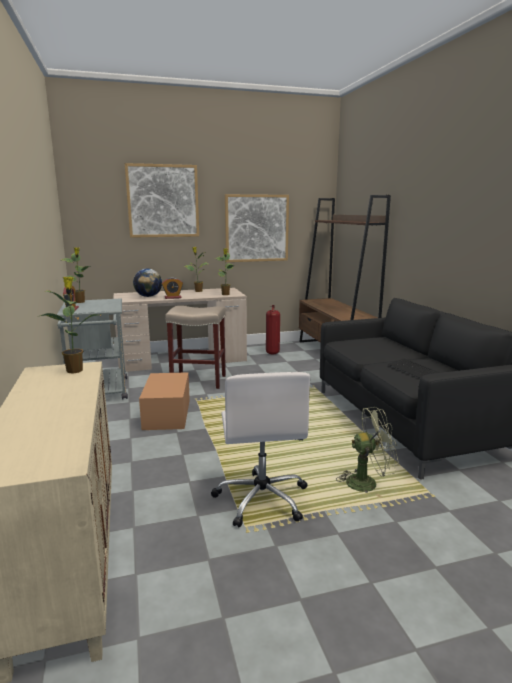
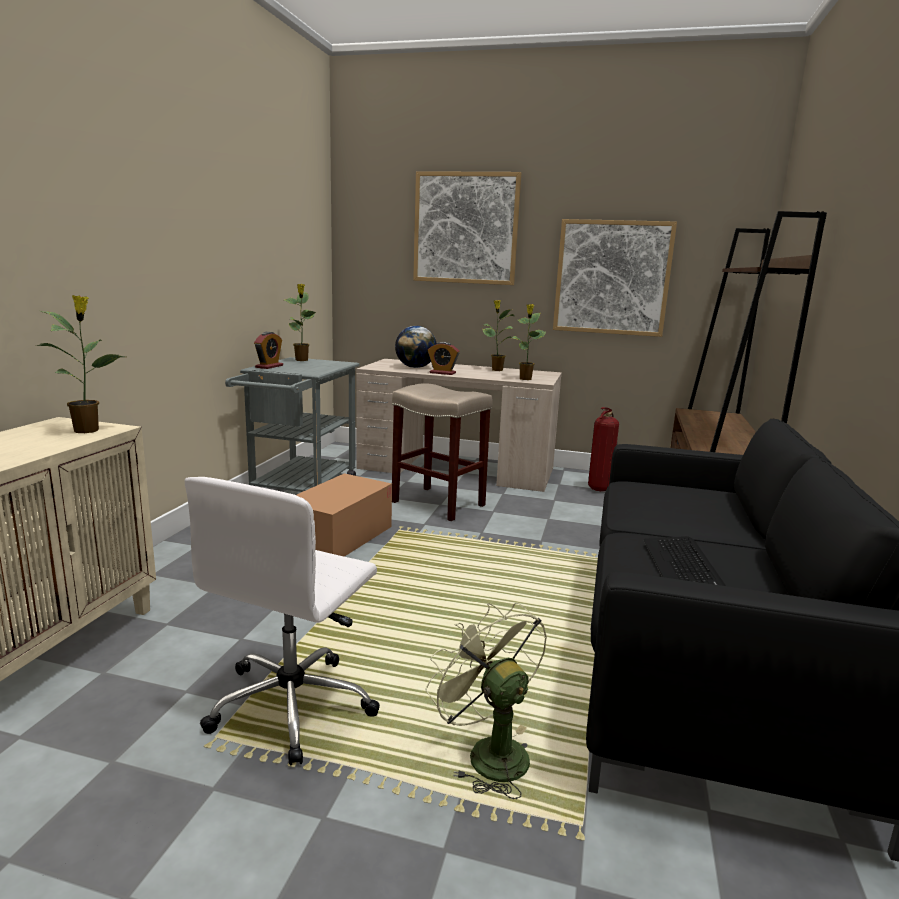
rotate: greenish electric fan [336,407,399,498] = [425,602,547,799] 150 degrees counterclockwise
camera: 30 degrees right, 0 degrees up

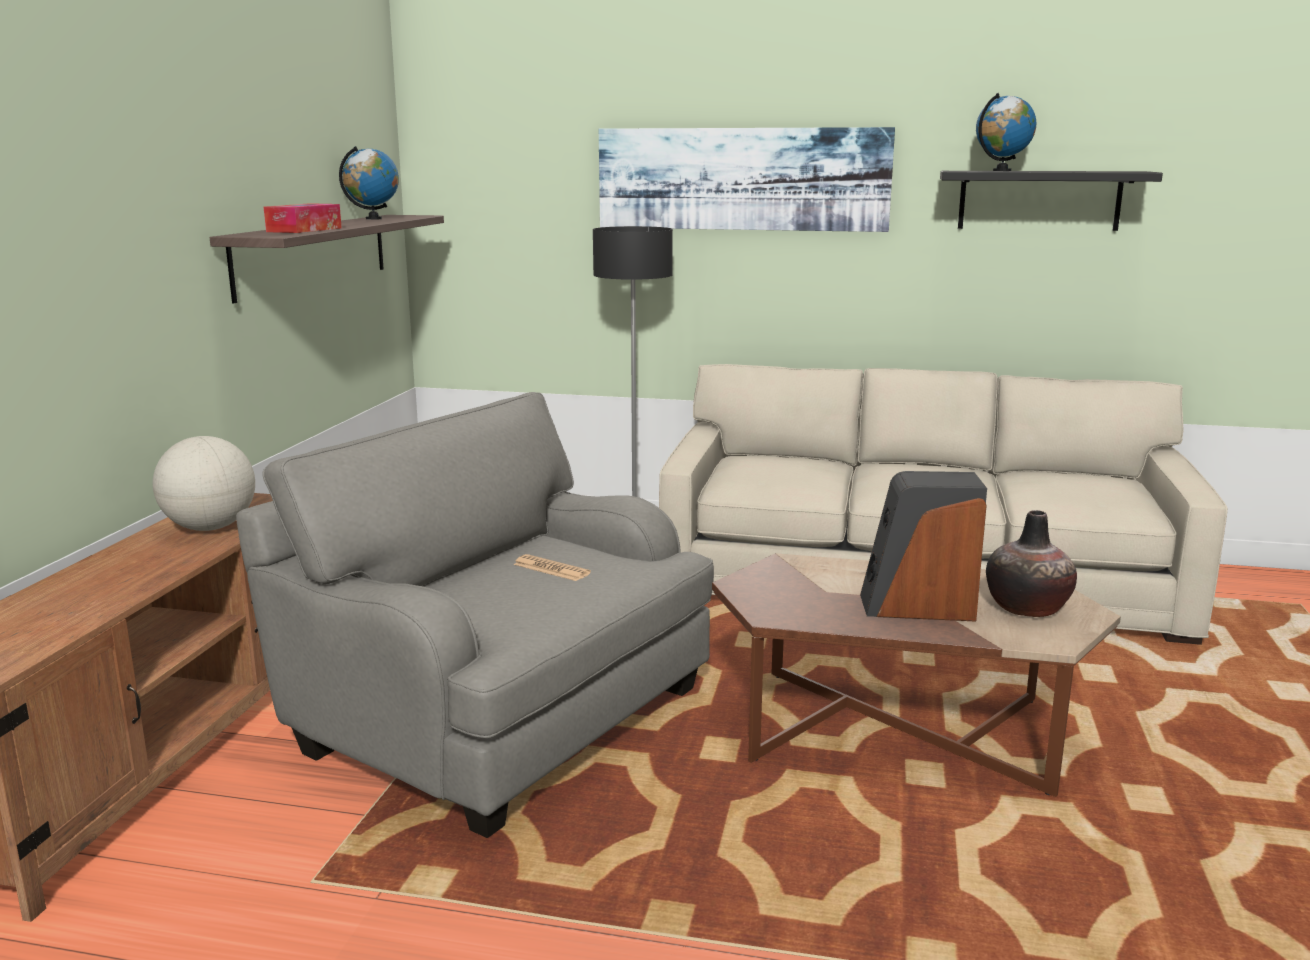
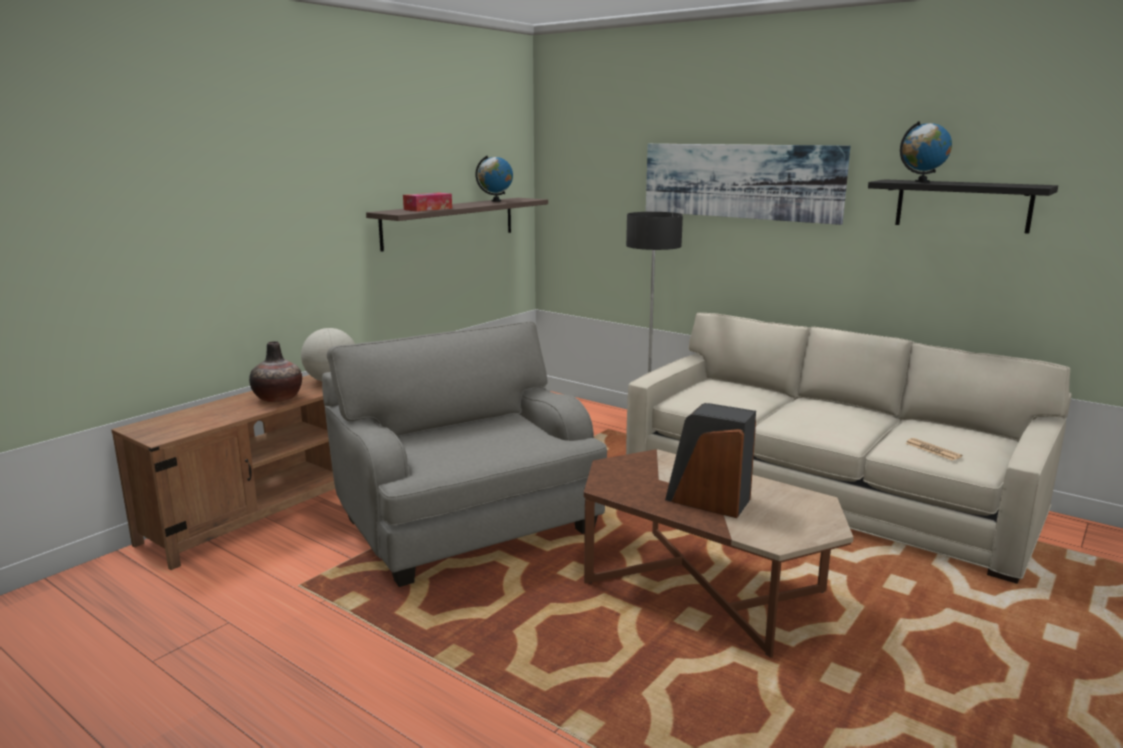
move: vase [986,510,1077,617] to [249,341,302,402]; newspaper [513,554,591,581] to [905,438,962,461]
camera: 25 degrees right, 0 degrees up

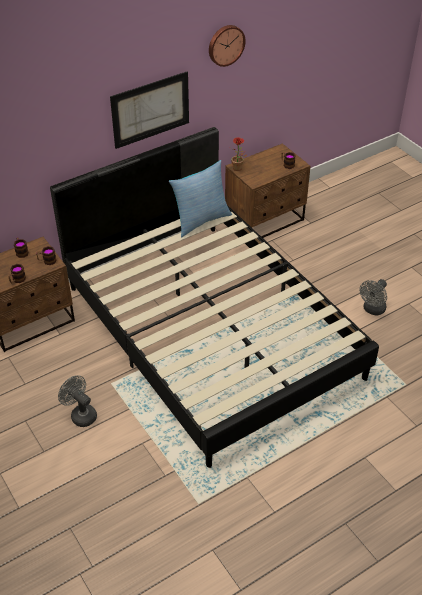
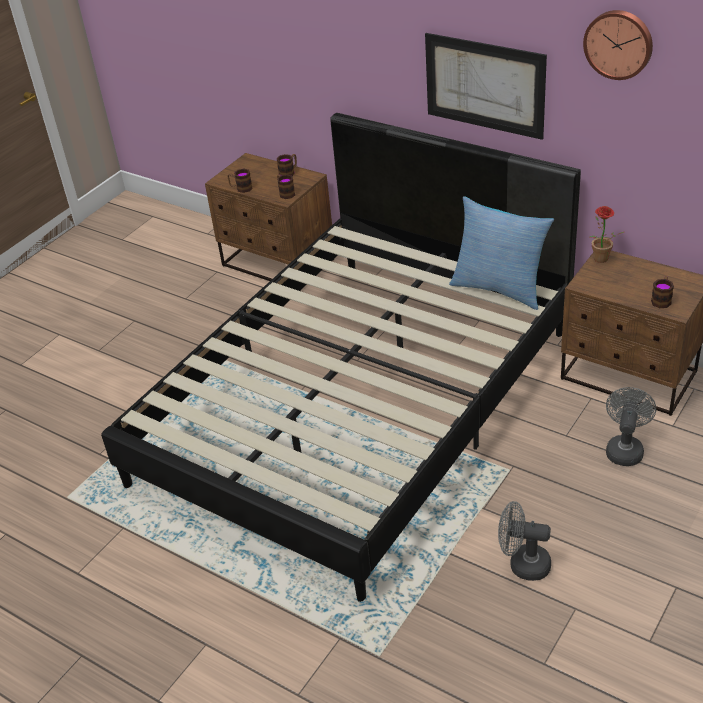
move: gray electric fan [58,375,97,427] to [606,387,656,466]
camera: 70 degrees right, 5 degrees down

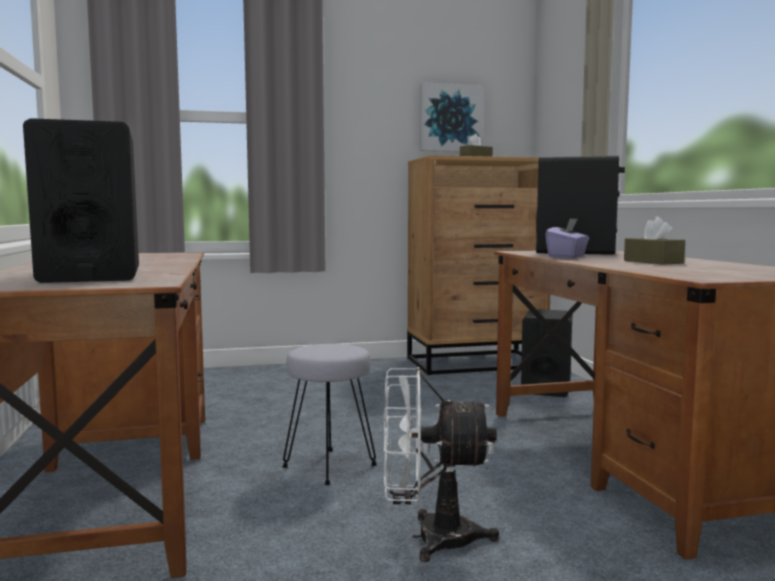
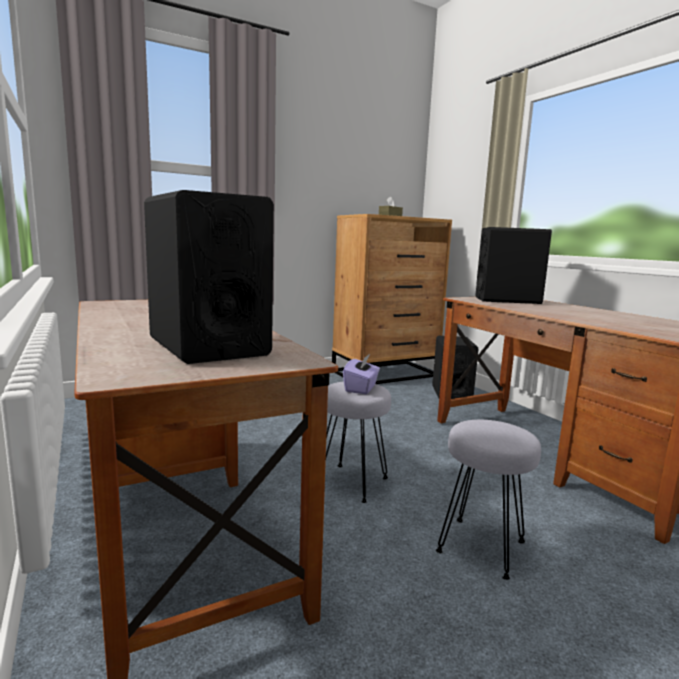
delete: wall art [419,82,484,152]; brown box of tissues [624,217,685,265]
move: purplish box of tissues [546,218,589,258] to [343,353,380,394]
replace: white electric fan [384,367,499,562] to gray stool seat [436,420,541,580]
camera: 15 degrees left, 5 degrees up

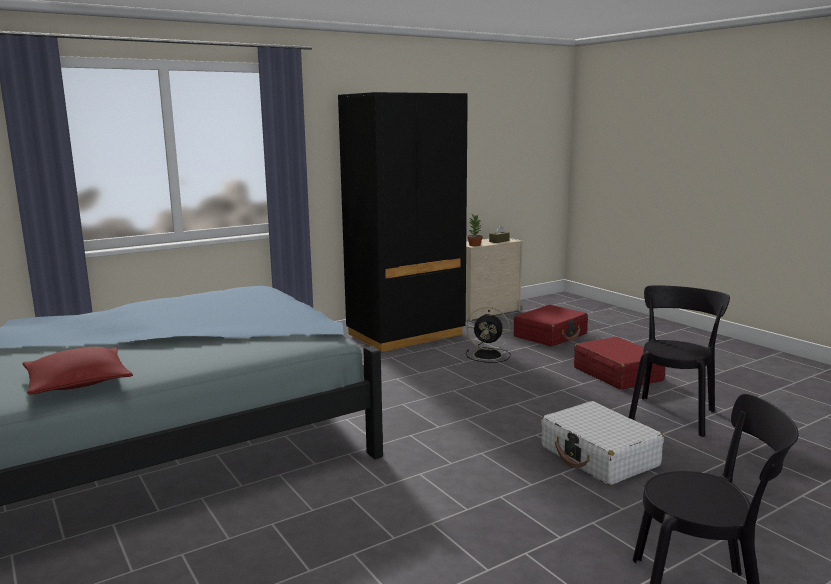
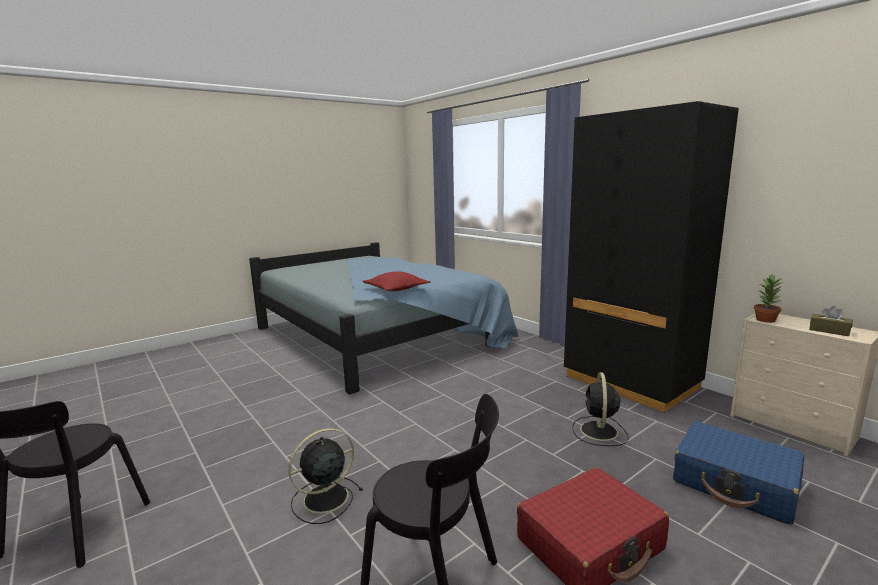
move: red pillow [22,347,133,394] to [363,271,430,291]
replace: white suitcase [541,401,664,485] to blackish electric fan [288,428,363,524]
recolor: red suitcase [514,305,588,347] to blue-coloured suitcase [673,421,805,525]
camera: 85 degrees right, 0 degrees up

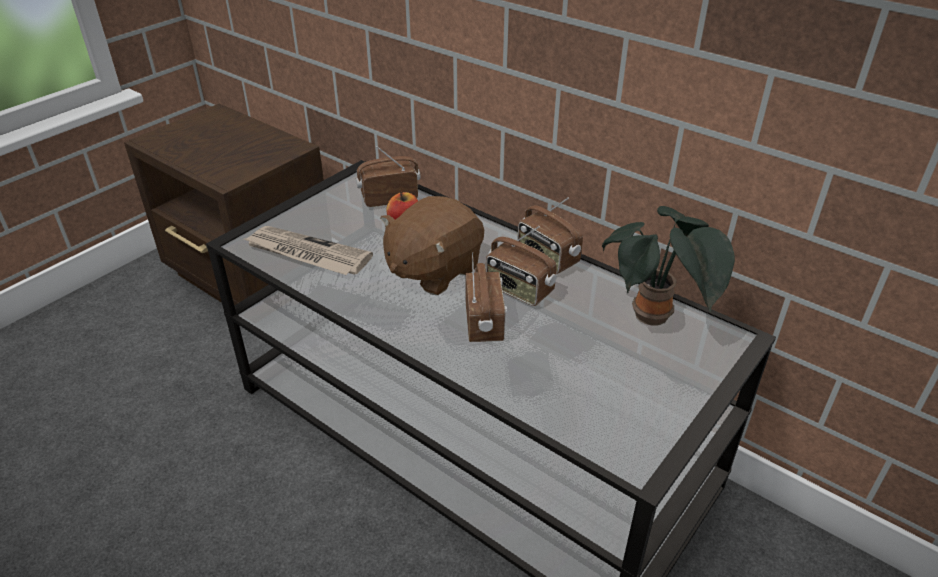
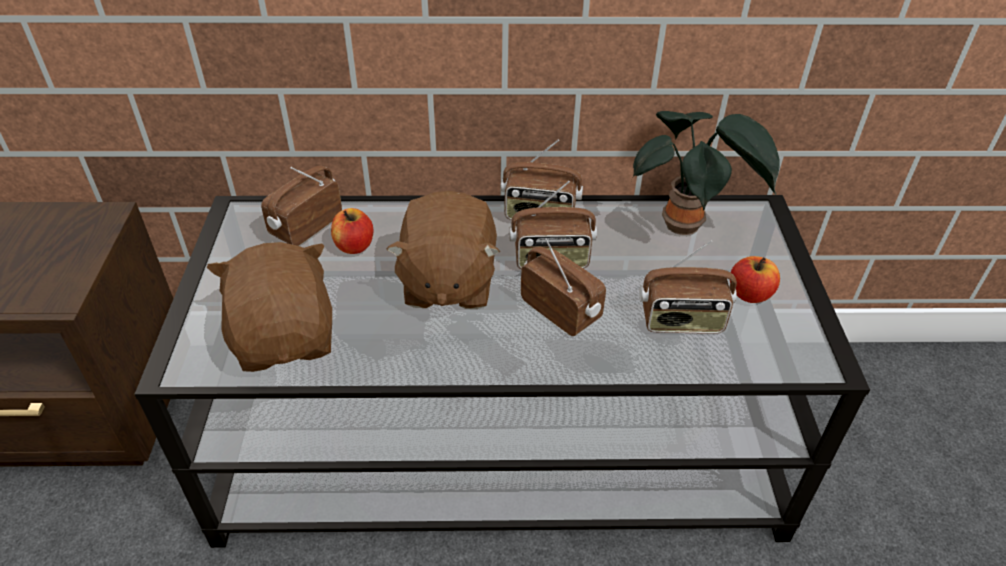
insert: radio [639,240,737,334]; apple [730,256,780,303]
replace: newspaper [244,226,373,275] to brown soft toy [207,242,332,372]
camera: 40 degrees left, 5 degrees up

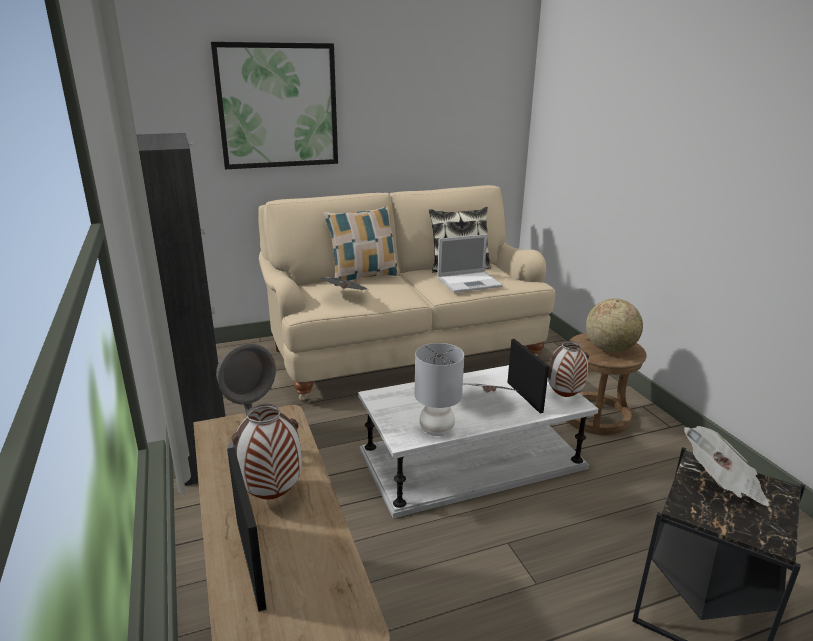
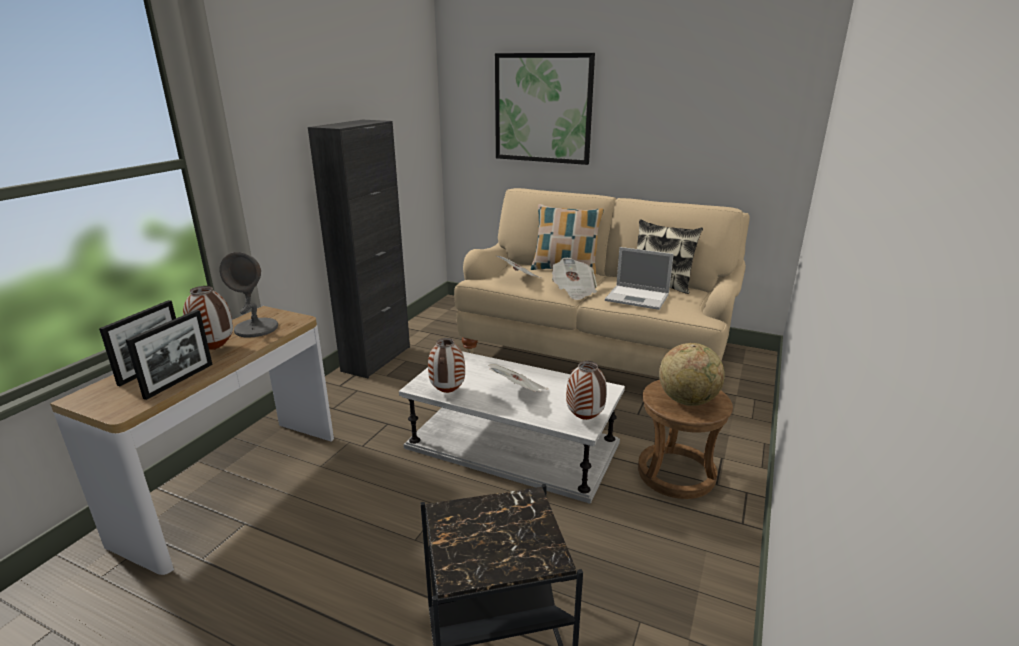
move: standing frame [507,339,549,413] to [126,310,213,400]; newspaper [684,426,770,506] to [552,258,597,300]
replace: gray lamp for a table [414,343,464,436] to vase [428,338,465,393]
camera: 45 degrees right, 0 degrees up

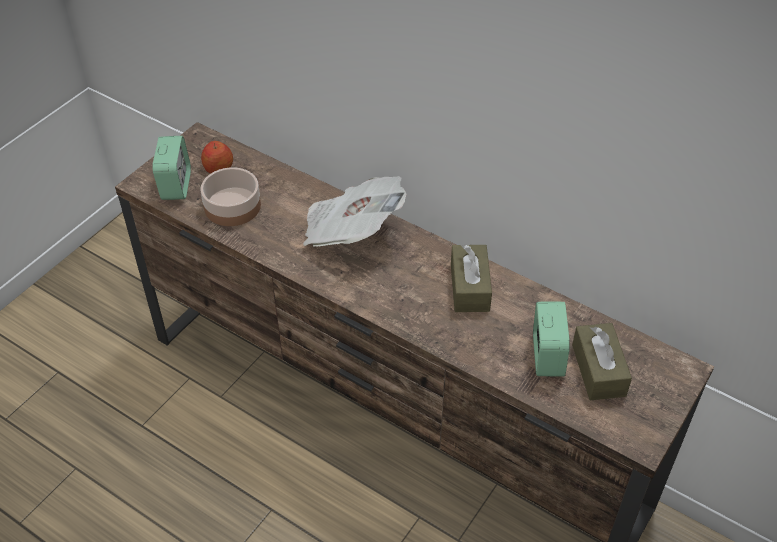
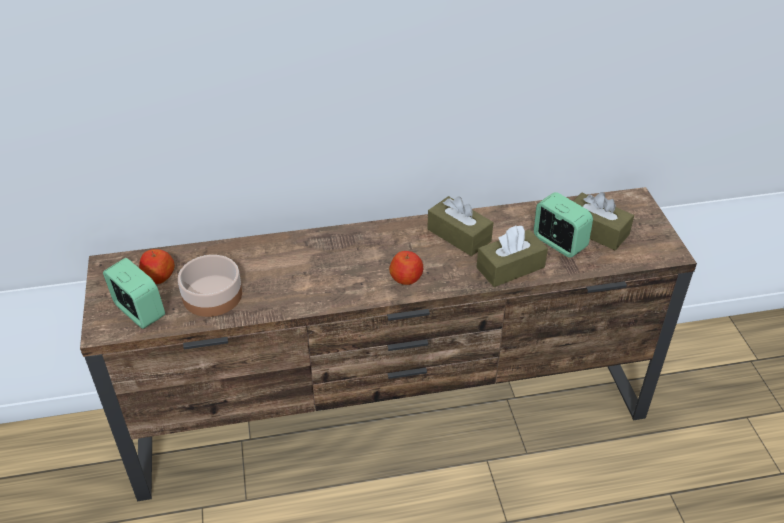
delete: newspaper [303,176,406,247]
insert: brown box of tissues [476,226,548,287]; apple [389,251,423,285]
camera: 45 degrees left, 5 degrees down

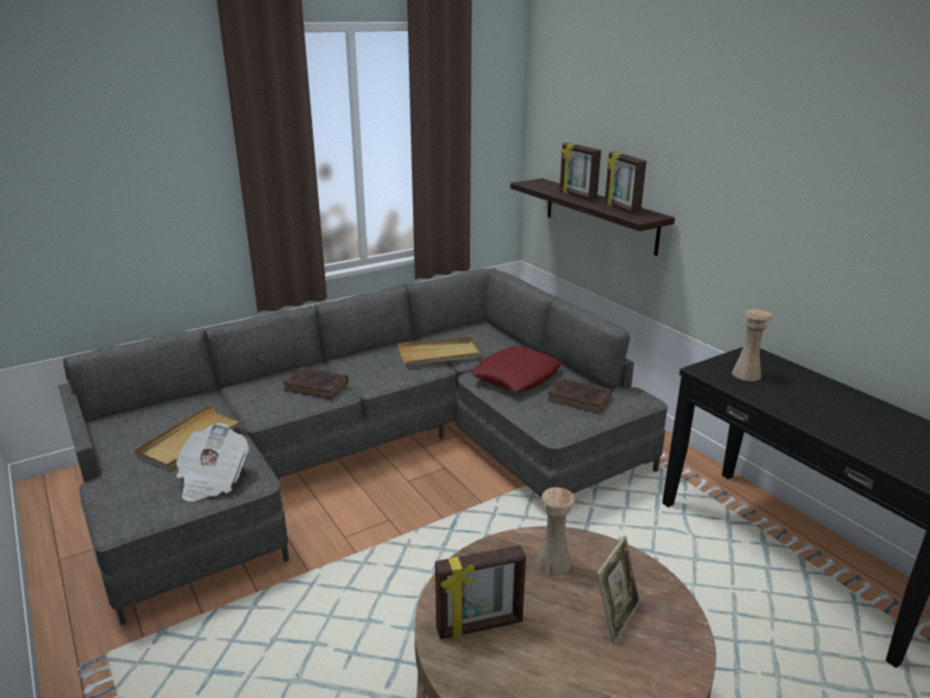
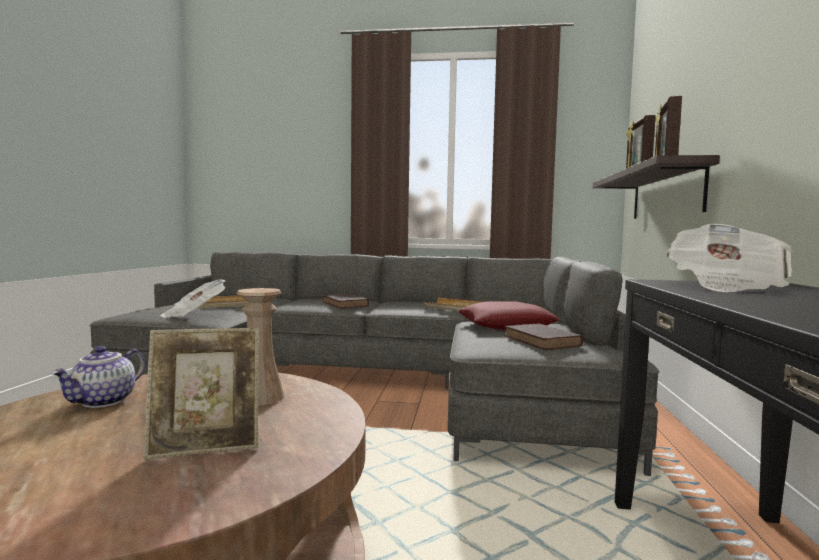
replace: sand-coloured vase [732,309,772,381] to newspaper [666,224,792,292]; standing frame [435,545,526,640] to teapot [50,346,145,408]
camera: 40 degrees right, 20 degrees down

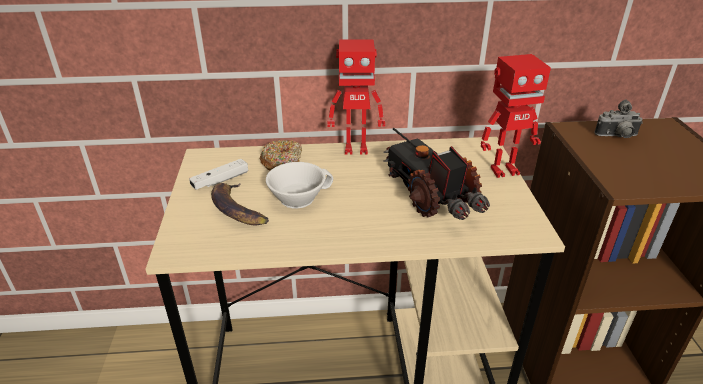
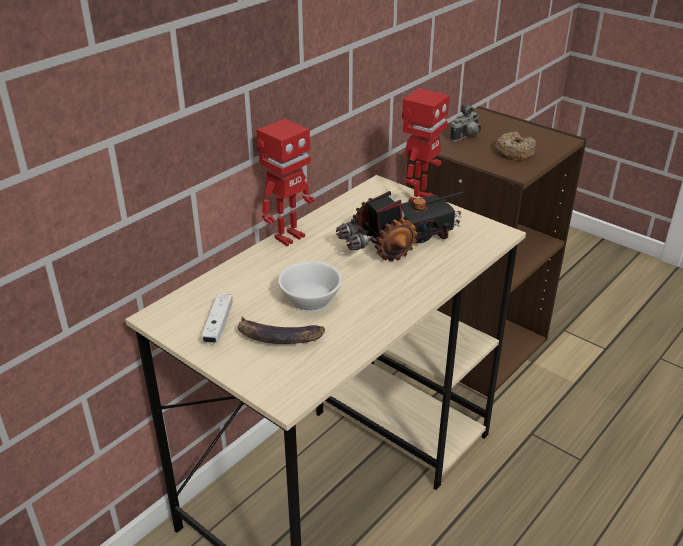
move: doughnut [260,140,302,171] to [495,131,536,161]
rotate: toy lorry [383,128,490,220] = [336,191,464,262] 135 degrees clockwise
camera: 45 degrees left, 0 degrees up

